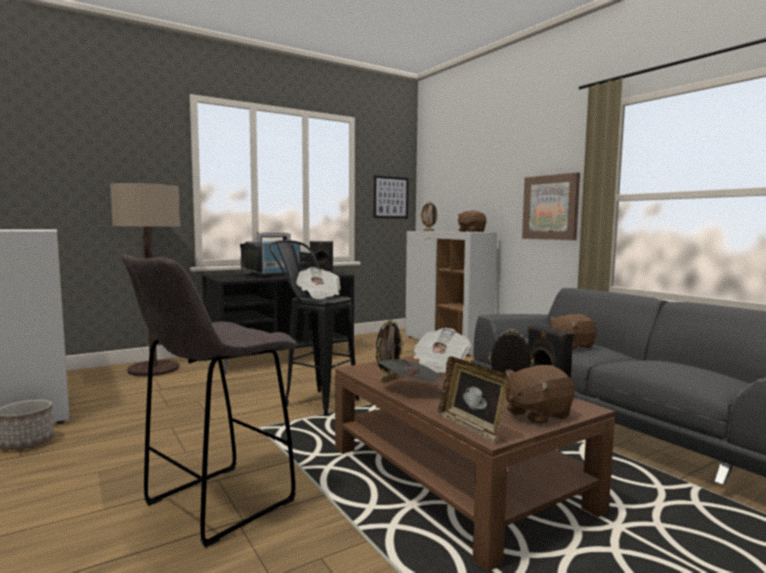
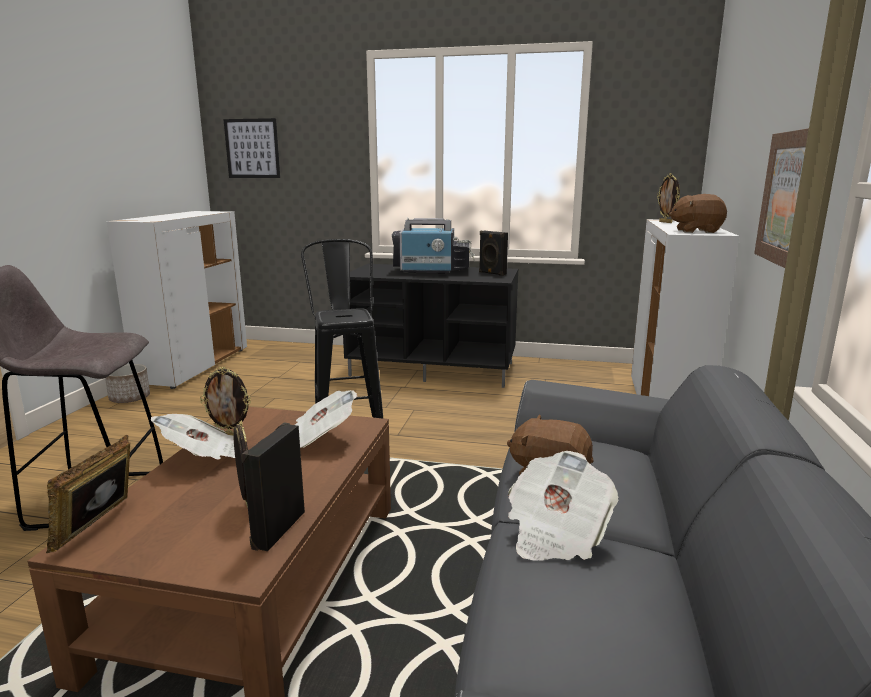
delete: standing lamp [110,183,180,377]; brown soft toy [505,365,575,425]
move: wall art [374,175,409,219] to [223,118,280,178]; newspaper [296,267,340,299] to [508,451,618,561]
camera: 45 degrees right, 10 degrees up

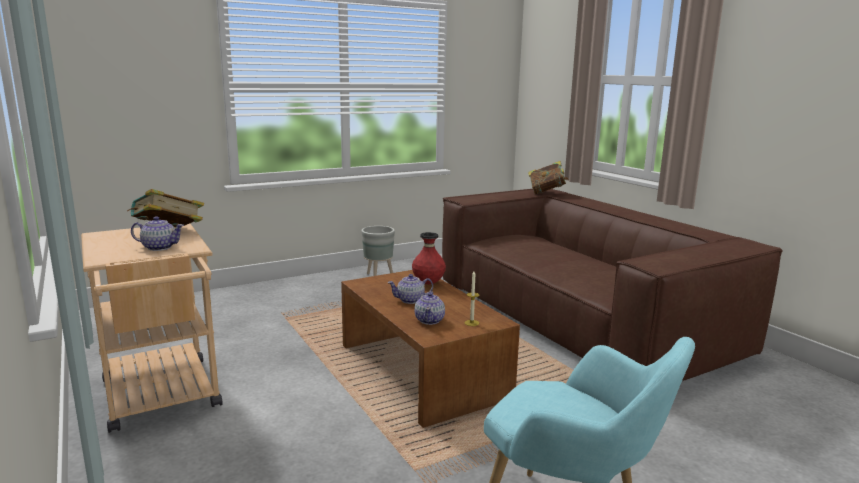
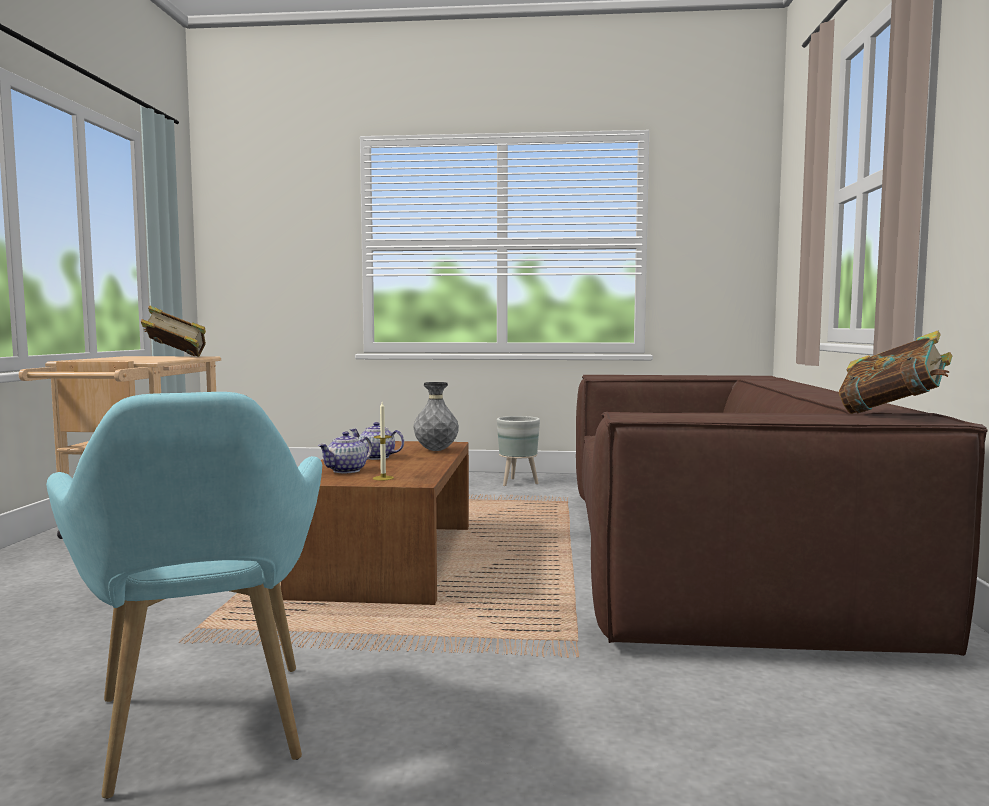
delete: teapot [131,216,184,251]
move: book [528,161,569,194] to [839,331,952,414]
recolor: red vase [412,232,446,284] to gray vase [413,382,459,451]
camera: 35 degrees right, 10 degrees down

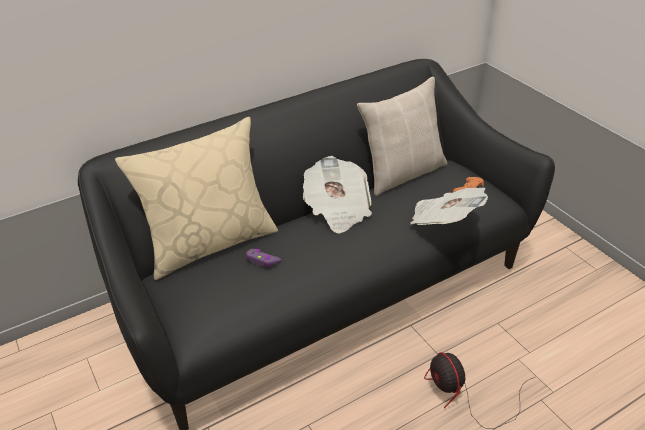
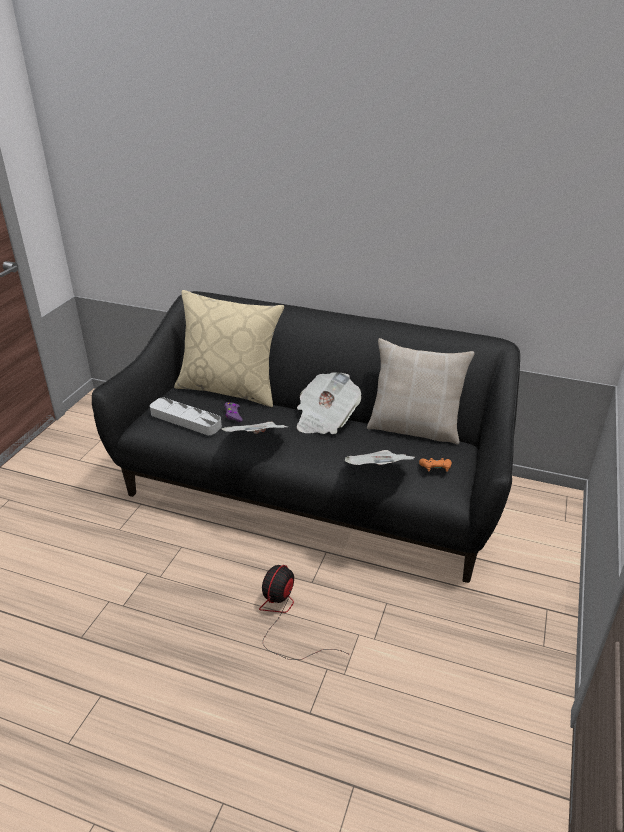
insert: gray carrying tray [150,398,222,435]; newspaper [221,422,288,434]
camera: 50 degrees right, 5 degrees down

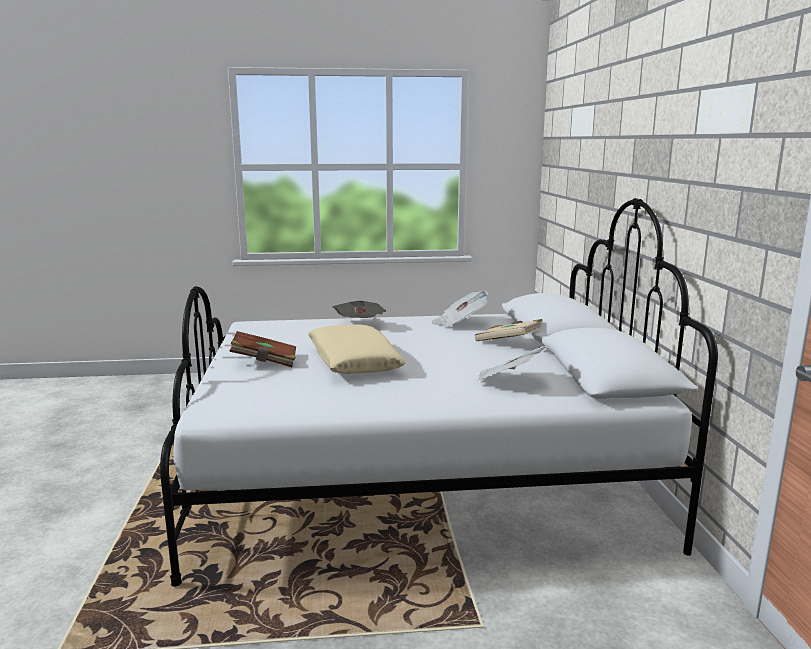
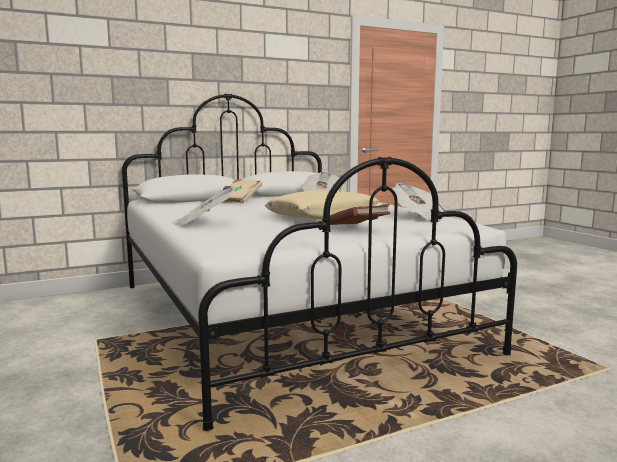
move: newspaper [432,291,489,327] to [392,183,445,222]
camera: 110 degrees left, 5 degrees down

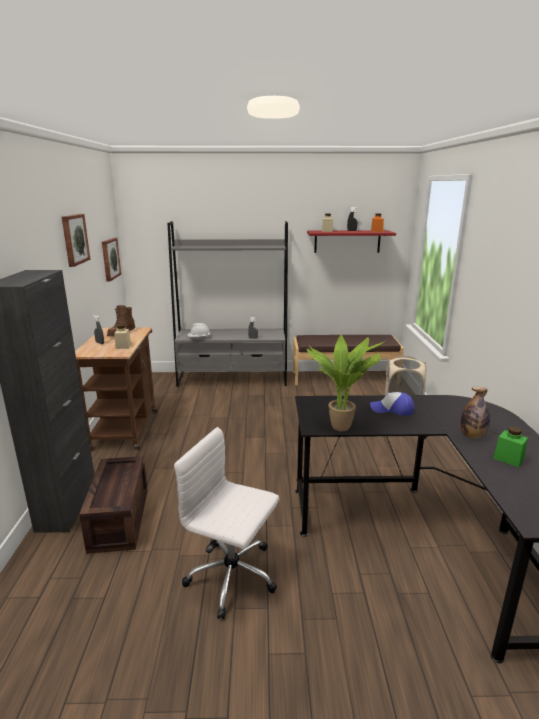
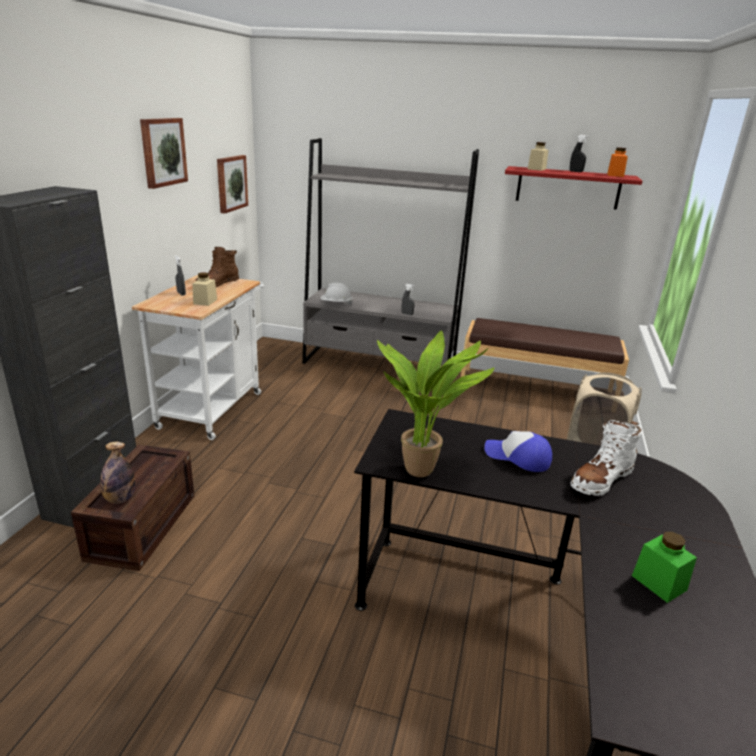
delete: white office chair [174,427,279,619]
insert: white tall boot [570,419,642,496]
move: drink bottle [461,387,490,439] to [100,442,135,504]
recolor: brown trolley [75,328,158,451] to white trolley [132,275,264,440]
camera: 15 degrees right, 5 degrees up

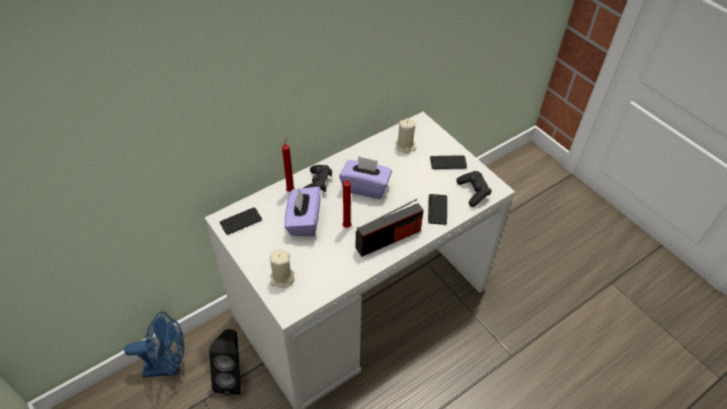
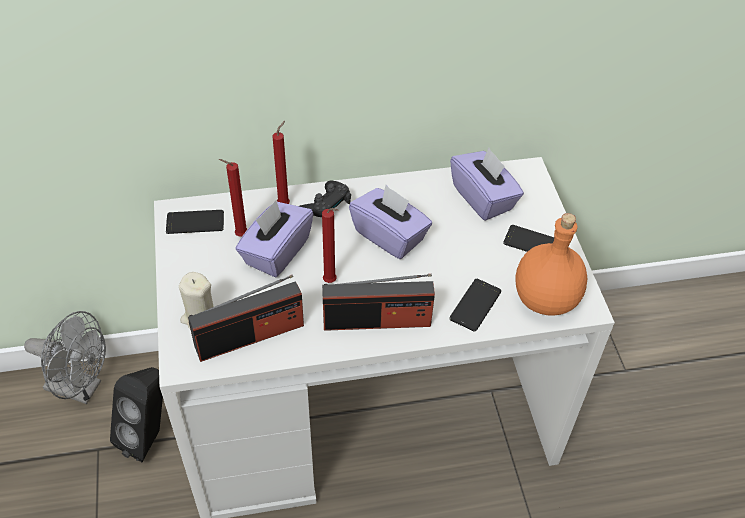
insert: red candle [219,159,247,237]; radio [188,275,304,362]
replace: sand-coloured candle [395,118,416,153] to purplish box of tissues [450,148,524,221]; blackish gamepad [456,171,491,207] to orangey drink bottle [515,213,588,316]
recolor: blue-coloured electric fan [124,312,184,378] to gray electric fan [24,311,106,404]
camera: 25 degrees right, 0 degrees up

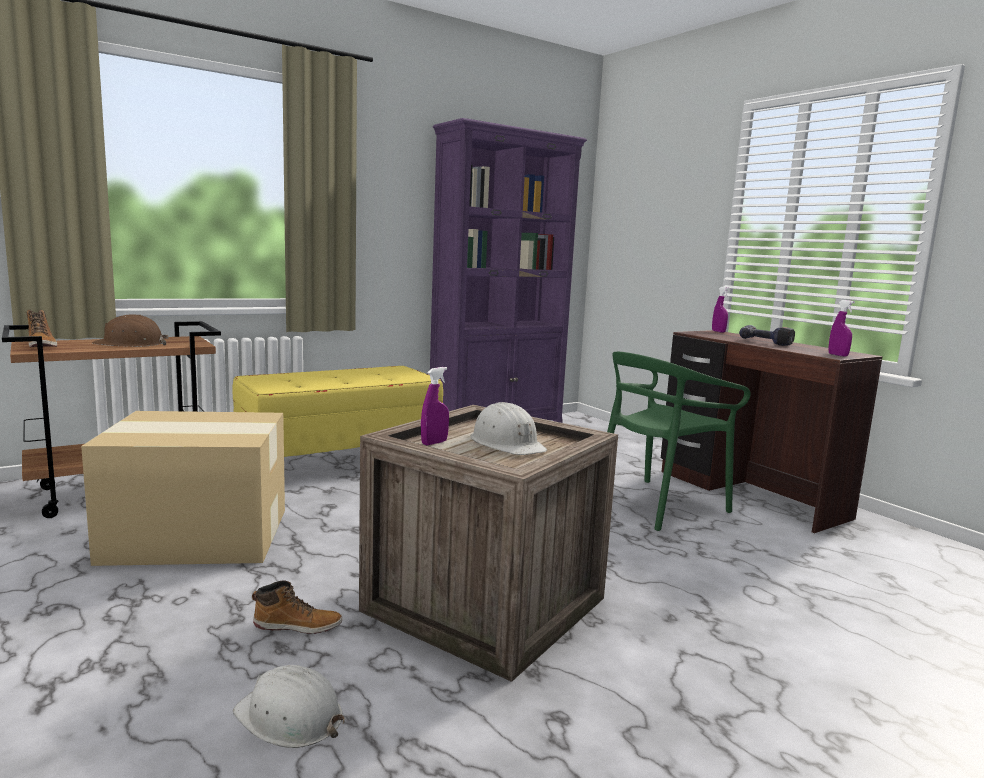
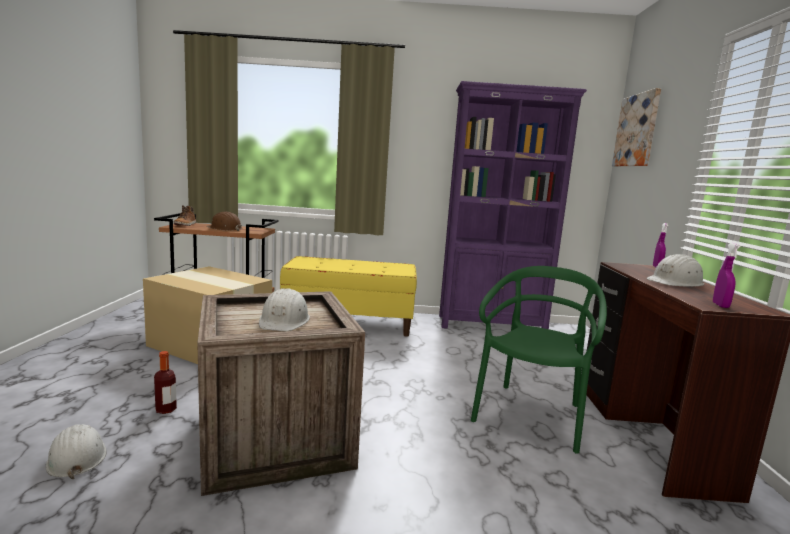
delete: purplish sprayer [421,367,449,445]
insert: wall art [612,88,661,166]
replace: drill [739,325,795,346] to white hard hat [646,254,704,287]; tall boot [252,580,343,634] to drink bottle [154,351,177,414]
rotate: greenish upright chair [607,352,751,531] = [471,266,607,454] 120 degrees clockwise
camera: 35 degrees right, 0 degrees up

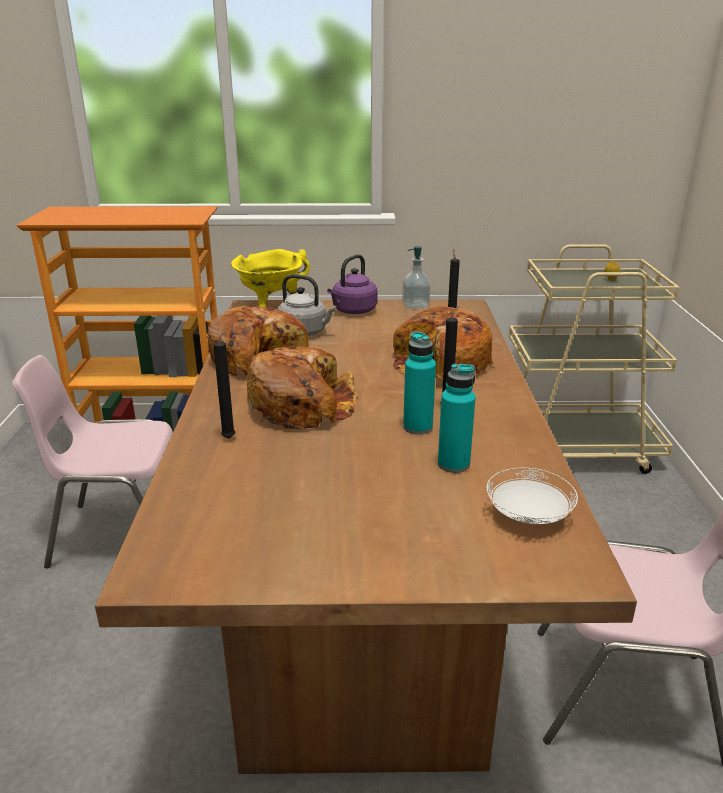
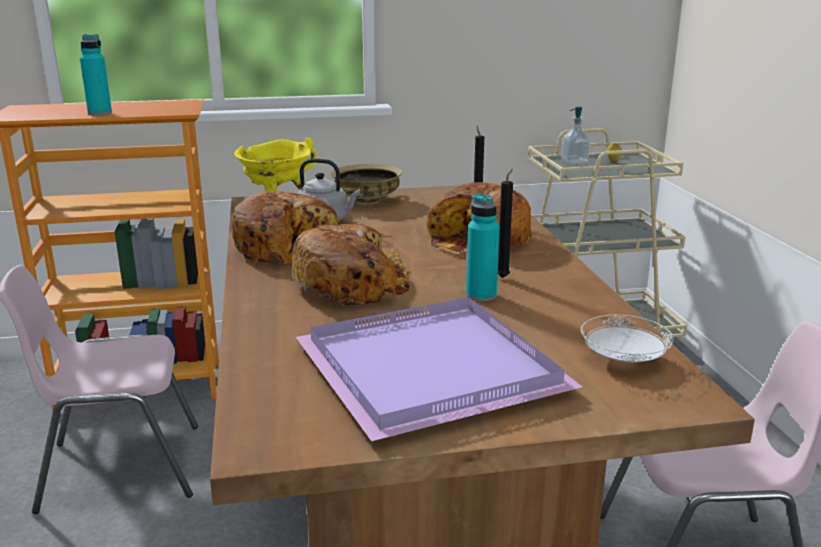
delete: blackish candle [213,328,235,439]
insert: purplish carrying tray [296,297,583,441]
move: liquid soap bottle [402,246,431,309] to [561,107,590,164]; blue-green drink bottle [438,364,475,473] to [80,34,112,116]
replace: purplish tea kettle [327,254,378,314] to sand-coloured bowl [331,164,403,203]
camera: 10 degrees left, 5 degrees down

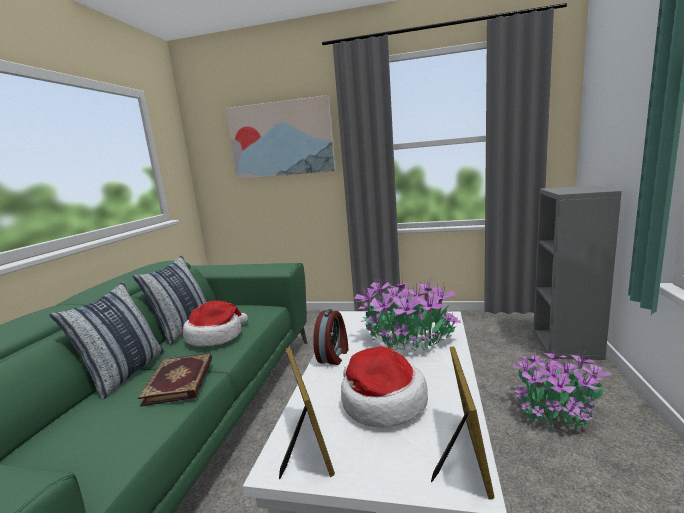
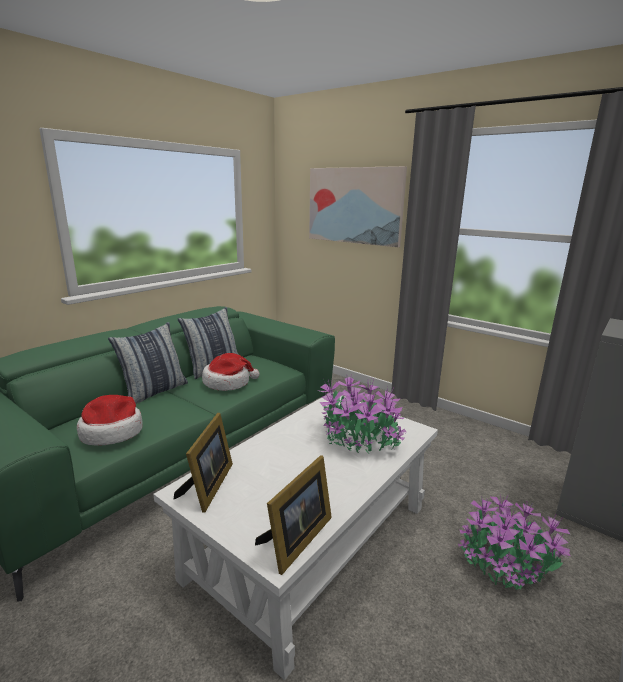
delete: table clock [313,309,349,365]; book [138,353,212,407]
move: hat [341,346,428,428] to [77,395,143,446]
camera: 25 degrees right, 5 degrees up

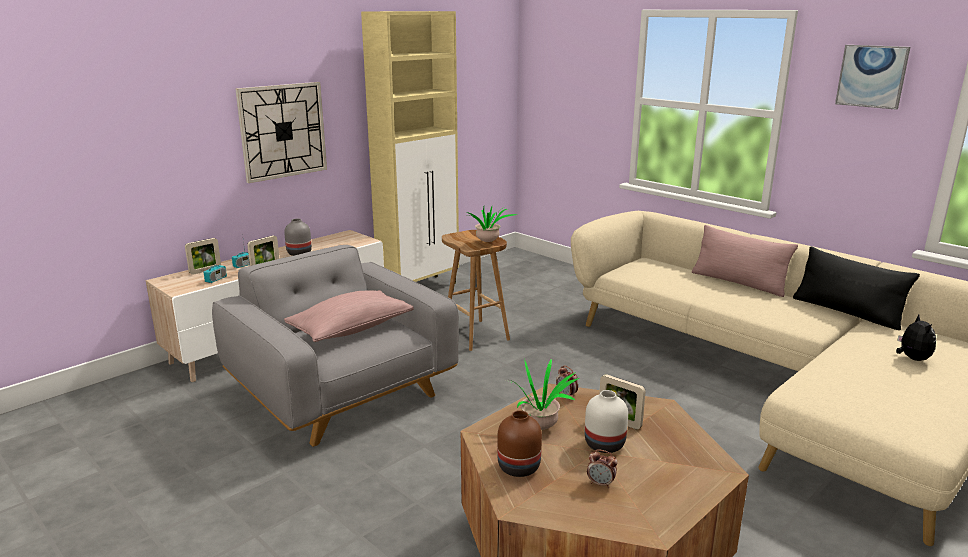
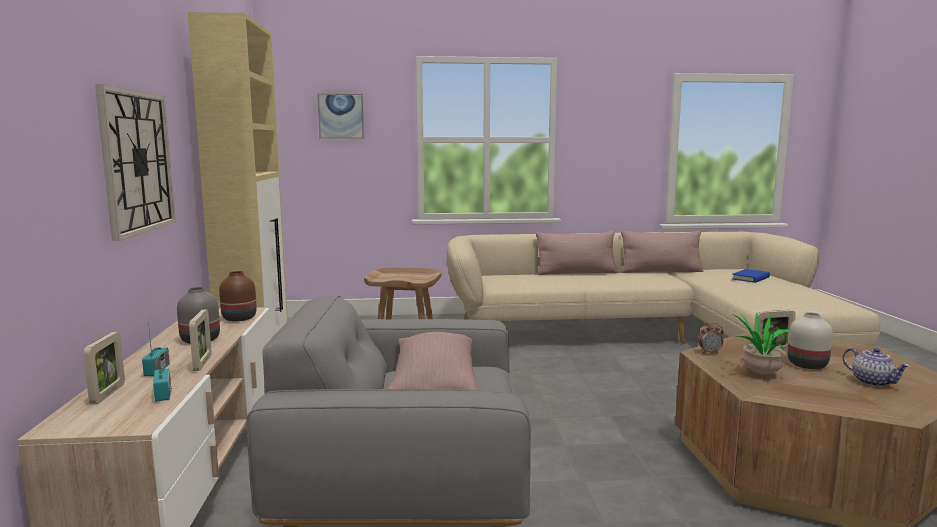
delete: houseplant [466,207,517,242]
move: wall art [835,45,910,110] to [317,94,364,139]; brown vase [497,410,542,477] to [219,271,257,321]
replace: soft toy [896,315,936,361] to blue-coloured book [732,269,770,283]; table clock [587,450,617,488] to teapot [843,348,910,387]
recolor: blackish pillow [793,247,920,330] to pinkish pillow [621,231,704,273]
camera: 50 degrees left, 10 degrees down

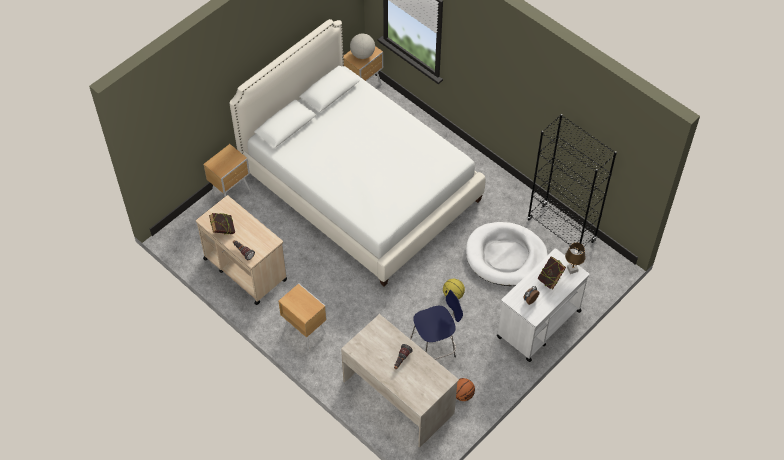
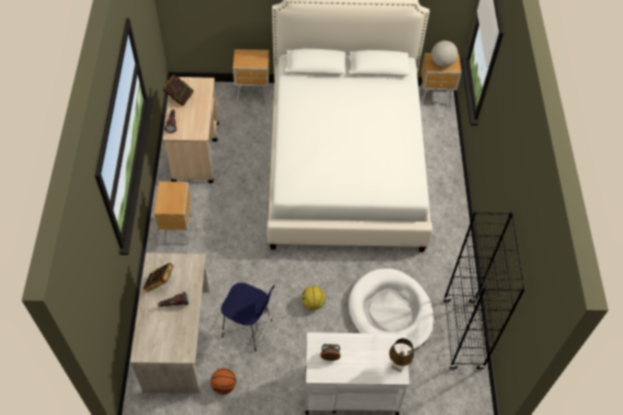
move: book [537,256,566,289] to [143,263,174,292]
camera: 45 degrees right, 0 degrees up

